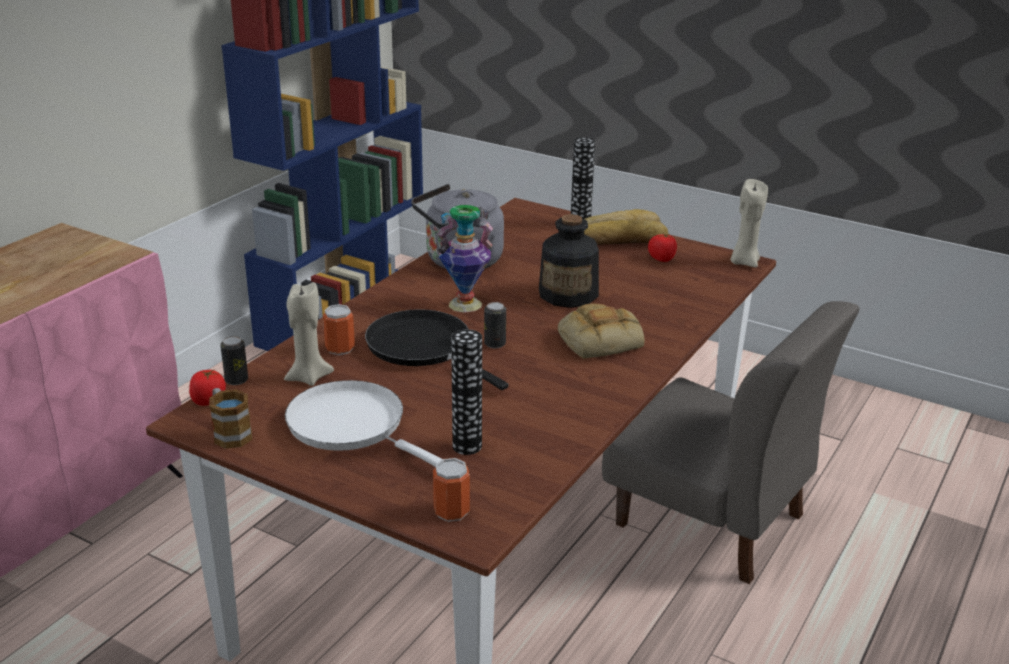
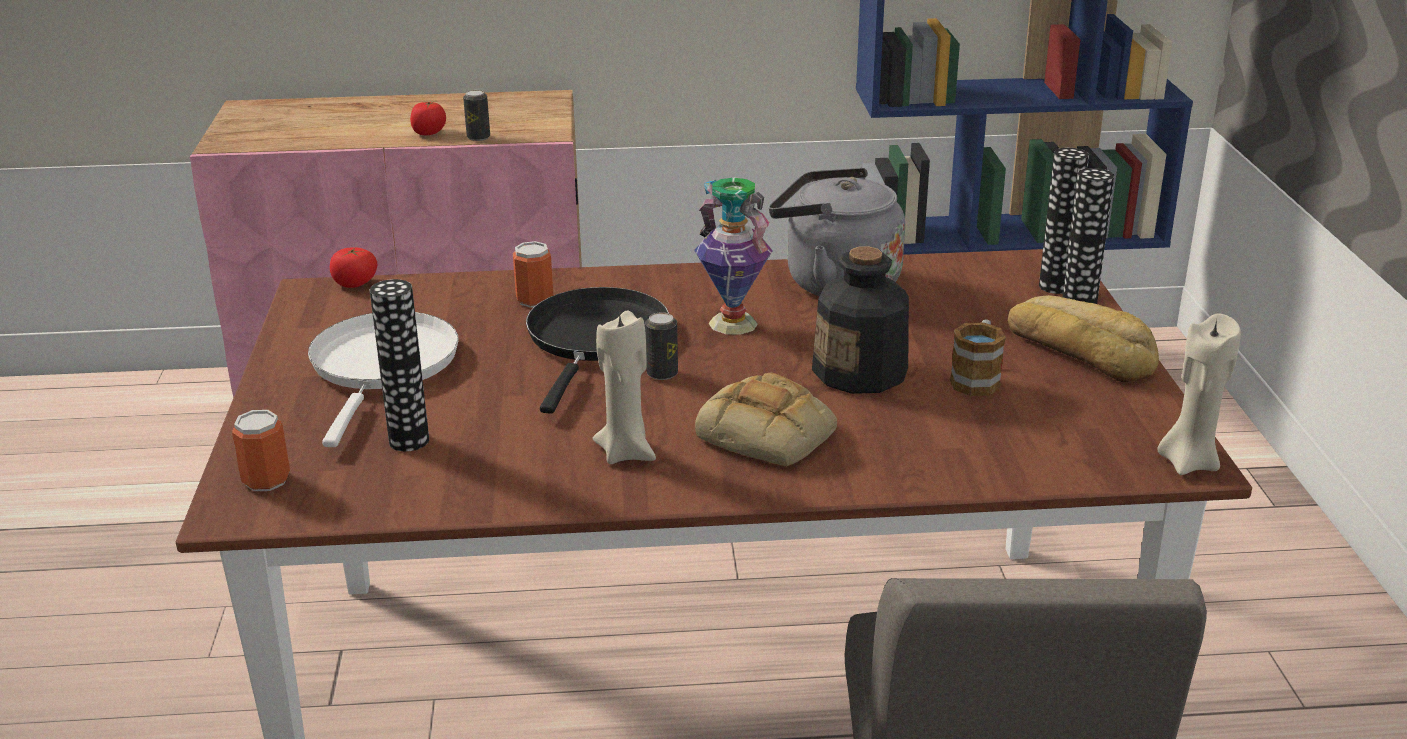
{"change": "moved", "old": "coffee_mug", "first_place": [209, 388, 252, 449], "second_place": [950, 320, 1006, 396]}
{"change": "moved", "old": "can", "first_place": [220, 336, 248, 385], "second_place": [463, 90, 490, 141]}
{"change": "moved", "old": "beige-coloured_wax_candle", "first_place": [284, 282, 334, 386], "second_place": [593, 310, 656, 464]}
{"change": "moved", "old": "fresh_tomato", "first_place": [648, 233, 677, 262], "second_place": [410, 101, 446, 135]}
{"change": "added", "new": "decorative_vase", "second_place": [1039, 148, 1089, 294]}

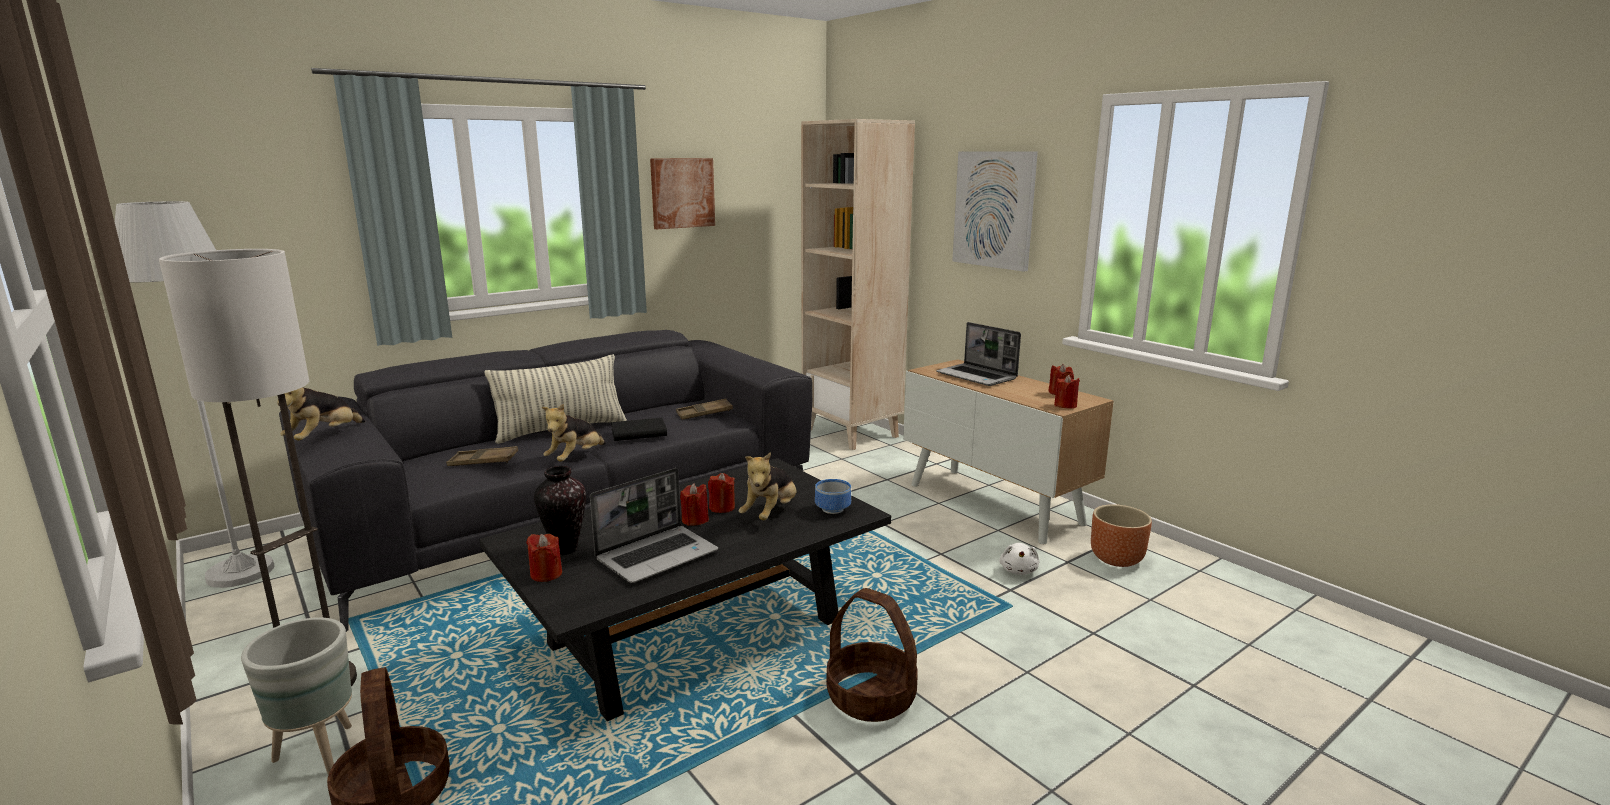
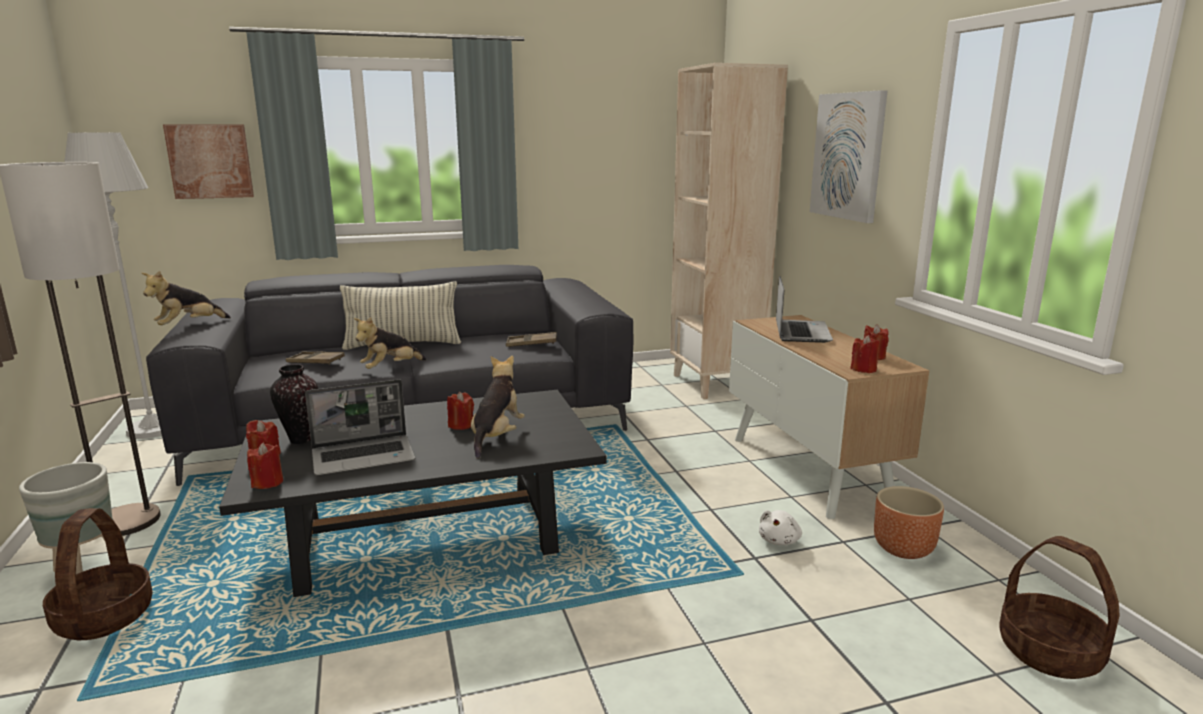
{"change": "removed", "old": "black_bound_book", "first_place": [611, 418, 667, 441]}
{"change": "moved", "old": "wall_art", "first_place": [650, 158, 715, 229], "second_place": [163, 124, 254, 199]}
{"change": "moved", "old": "reddish_wax_candle", "first_place": [680, 483, 709, 526], "second_place": [247, 442, 283, 489]}
{"change": "turned", "old": "cuddly_toy", "first_place": [739, 452, 796, 520], "second_place": [471, 356, 525, 459], "degrees": 150}
{"change": "removed", "old": "deep_dish", "first_place": [815, 479, 851, 514]}
{"change": "moved", "old": "storage_basket", "first_place": [827, 588, 918, 722], "second_place": [1000, 536, 1120, 679]}
{"change": "turned", "old": "laptop", "first_place": [936, 322, 1021, 386], "second_place": [776, 276, 833, 343], "degrees": -150}

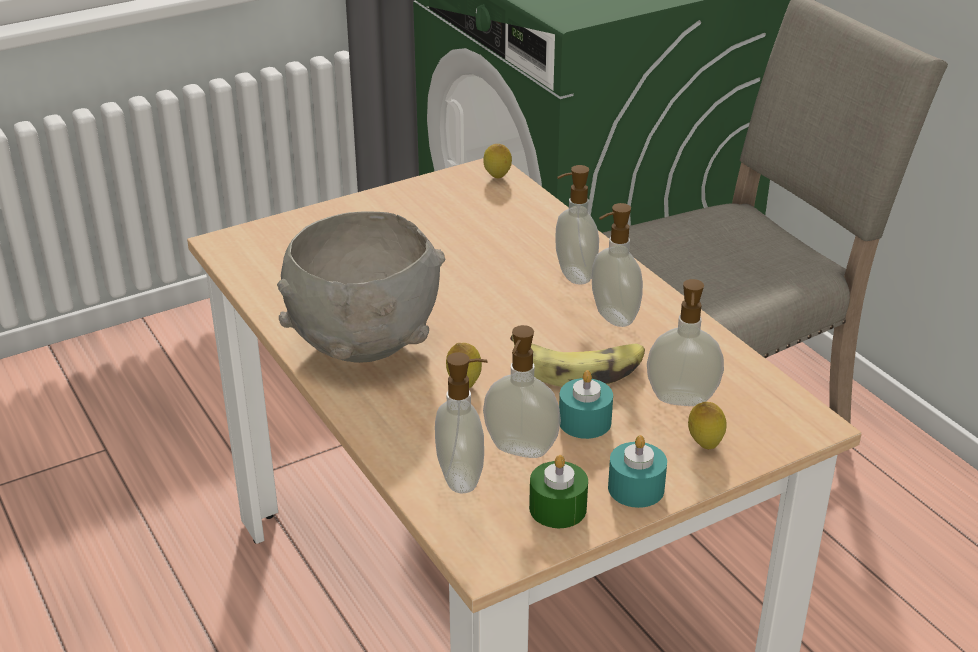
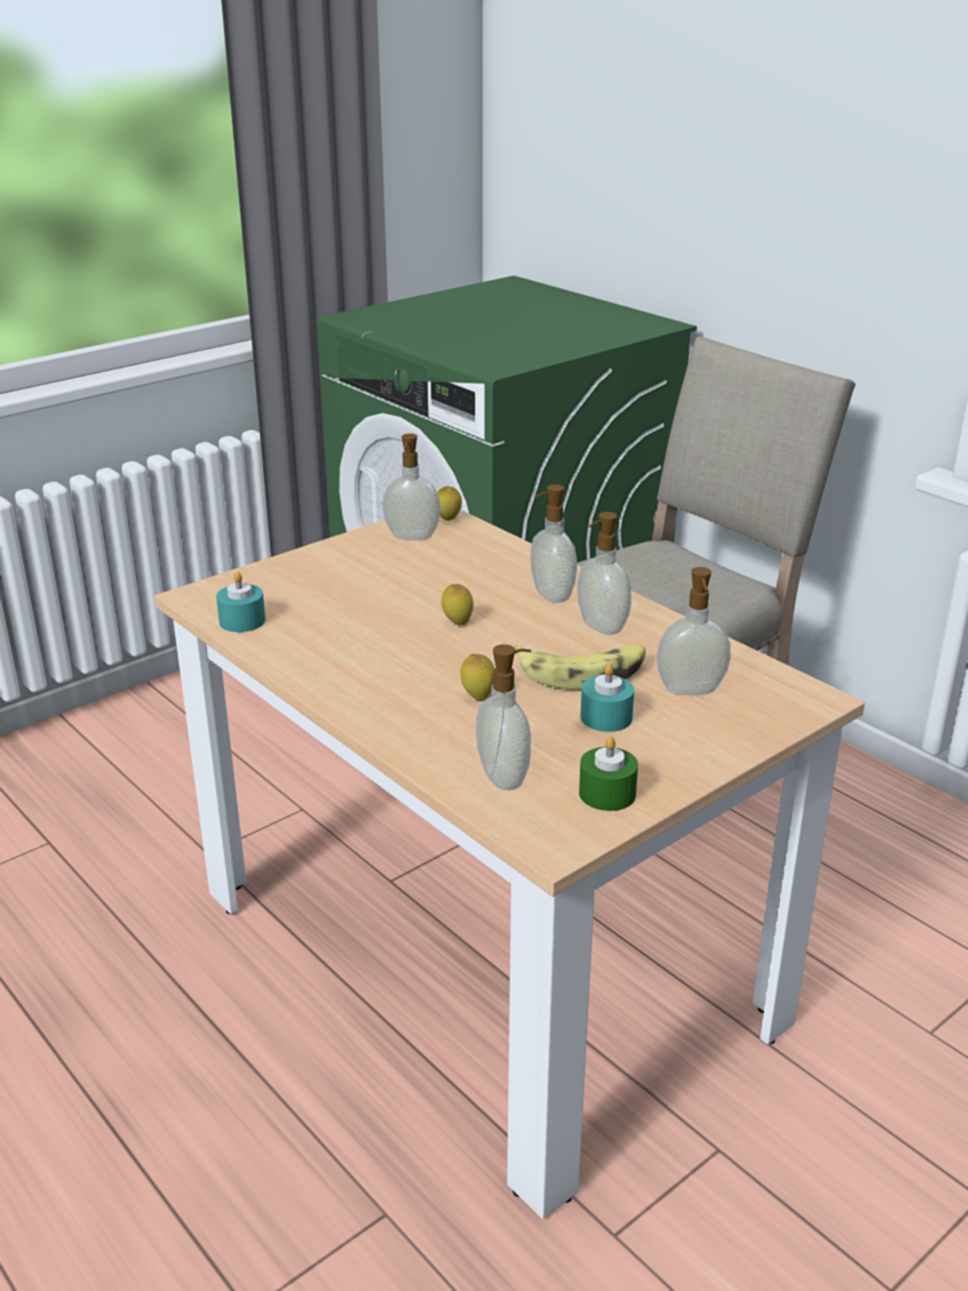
{"change": "removed", "old": "greyish_deep_dish", "first_place": [277, 211, 446, 363]}
{"change": "moved", "old": "soap_dispenser", "first_place": [483, 325, 561, 458], "second_place": [382, 433, 441, 540]}
{"change": "moved", "old": "blue-green_wax_candle", "first_place": [608, 435, 667, 508], "second_place": [216, 572, 265, 632]}
{"change": "moved", "old": "whole_lemon", "first_place": [688, 402, 727, 449], "second_place": [441, 584, 474, 625]}

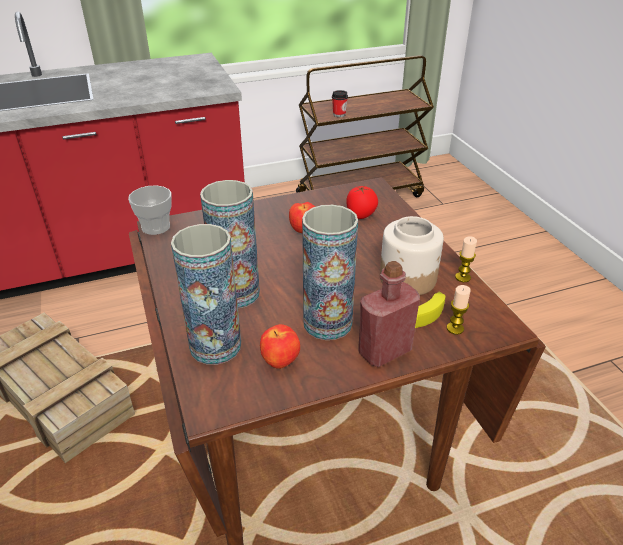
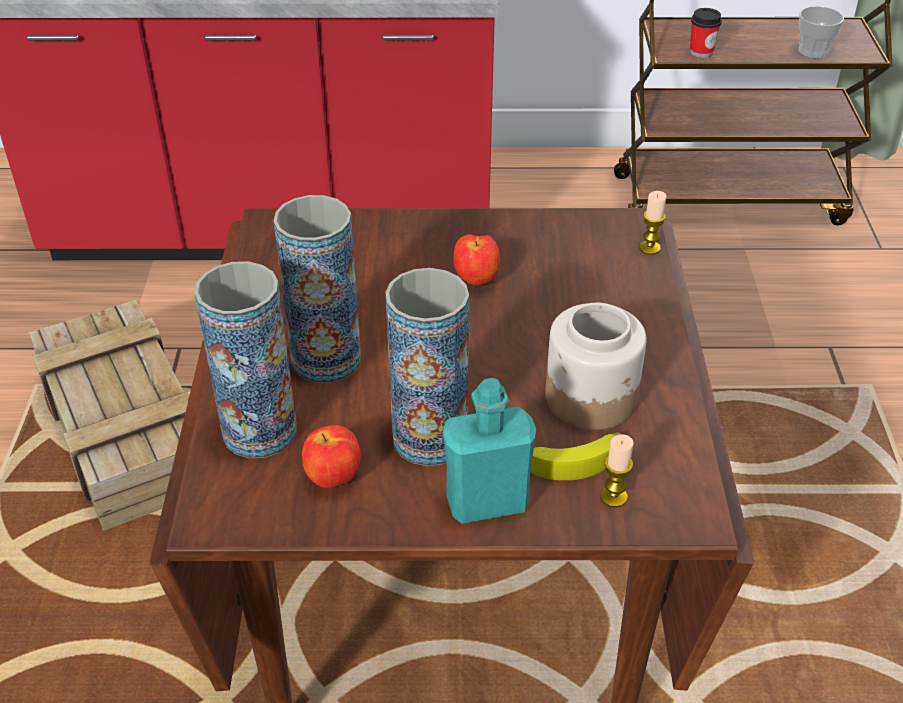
{"change": "moved", "old": "drinking_cup", "first_place": [128, 185, 172, 235], "second_place": [799, 6, 844, 58]}
{"change": "removed", "old": "fresh_tomato", "first_place": [346, 186, 378, 219]}
{"change": "recoloured", "old": "reddish_beverage_bottle", "new": "blue-green_beverage_bottle", "first_place": [358, 261, 420, 367], "second_place": [443, 378, 536, 524]}
{"change": "moved", "old": "wax_candle", "first_place": [455, 236, 477, 282], "second_place": [639, 191, 667, 255]}

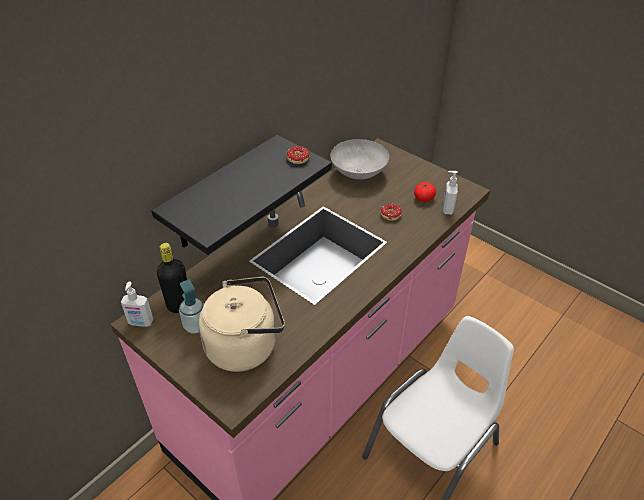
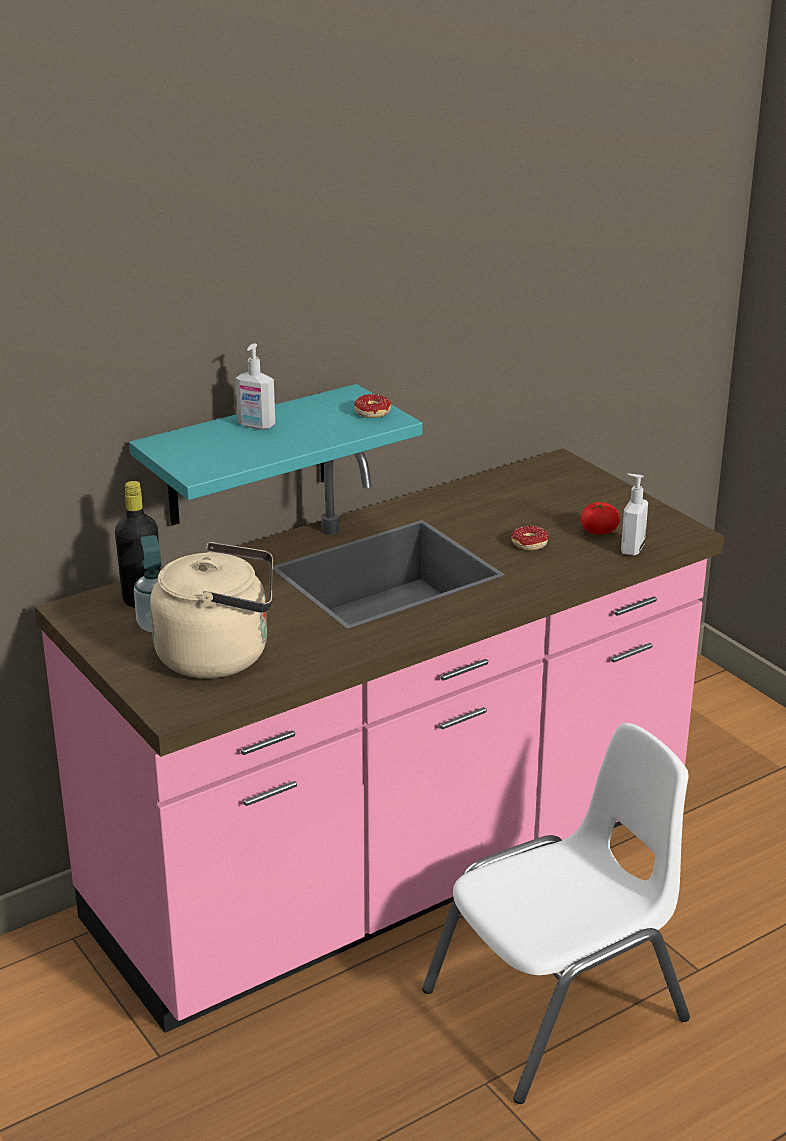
{"change": "moved", "old": "soap_dispenser", "first_place": [121, 281, 153, 327], "second_place": [236, 343, 275, 430]}
{"change": "recoloured", "old": "black_bracket_shelf", "new": "blue-green_bracket_shelf", "first_place": [151, 135, 332, 255], "second_place": [129, 384, 423, 526]}
{"change": "removed", "old": "greyish_deep_dish", "first_place": [330, 139, 389, 179]}

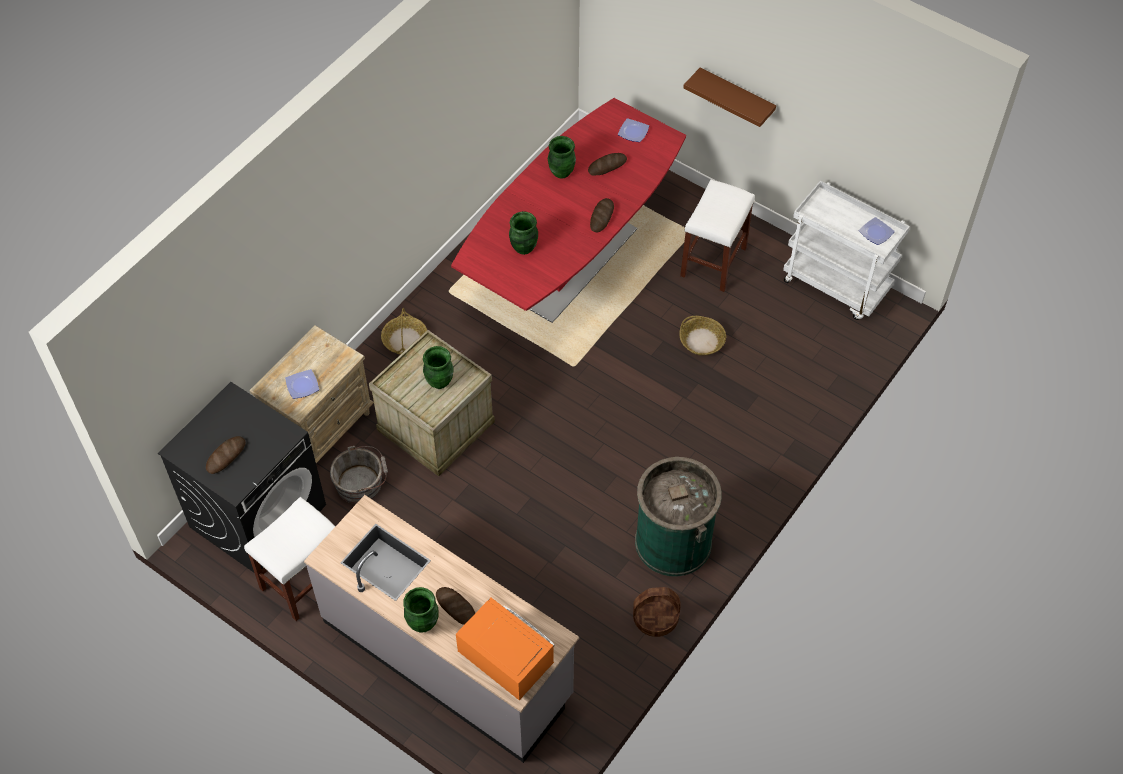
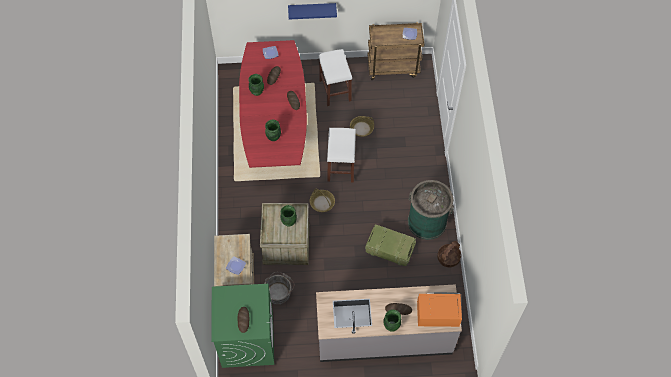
{"change": "recoloured", "old": "black_washing_machine", "new": "green-coloured_washing_machine", "first_place": [158, 382, 326, 572], "second_place": [211, 284, 274, 368]}
{"change": "moved", "old": "whitish_sitting_stool", "first_place": [244, 497, 336, 621], "second_place": [327, 128, 356, 183]}
{"change": "moved", "old": "storage_basket", "first_place": [381, 308, 427, 355], "second_place": [310, 189, 335, 212]}
{"change": "recoloured", "old": "brown-coloured_bracket_shelf", "new": "blue_bracket_shelf", "first_place": [683, 68, 776, 127], "second_place": [288, 3, 337, 19]}
{"change": "recoloured", "old": "whitish_cart", "new": "brown-coloured_cart", "first_place": [783, 180, 910, 320], "second_place": [367, 22, 424, 80]}
{"change": "added", "new": "packing_crate", "second_place": [365, 225, 416, 266]}

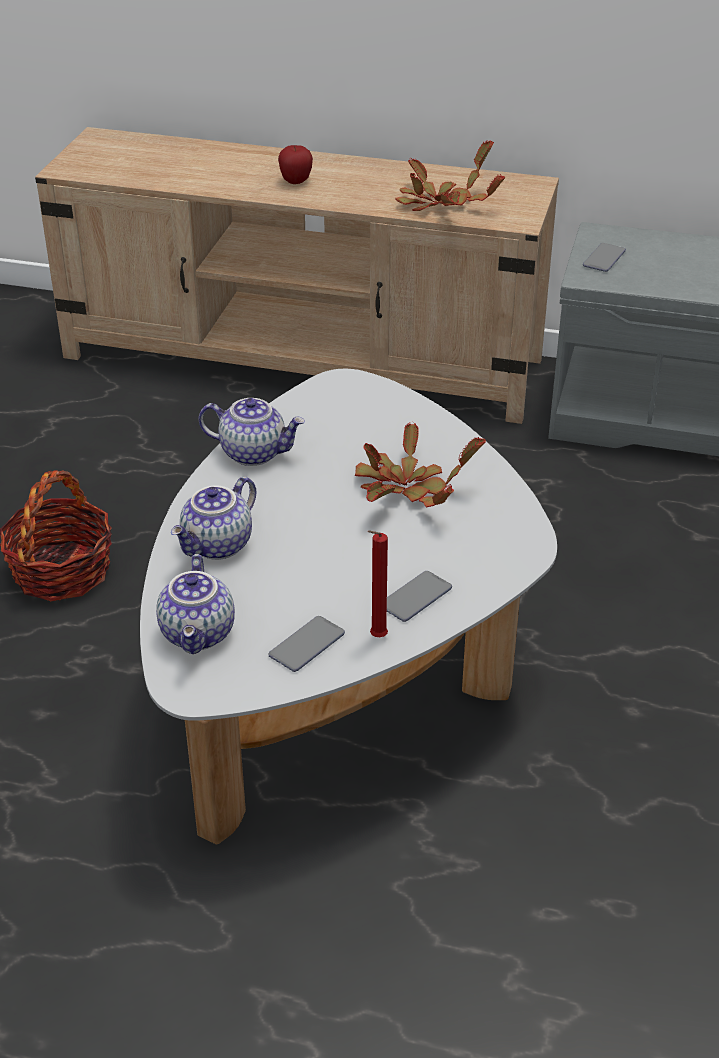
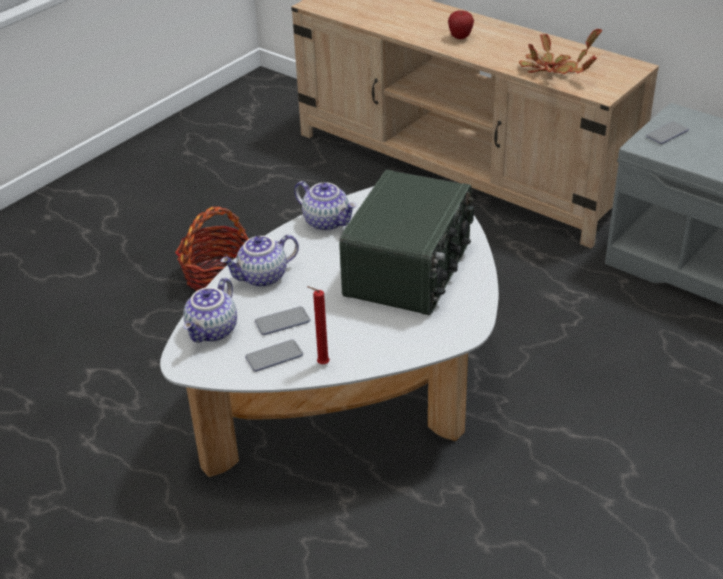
{"change": "replaced", "old": "potted_plant", "new": "radio_set", "first_place": [355, 422, 486, 508], "second_place": [339, 169, 474, 315]}
{"change": "moved", "old": "telephone", "first_place": [387, 571, 452, 622], "second_place": [255, 306, 310, 335]}

